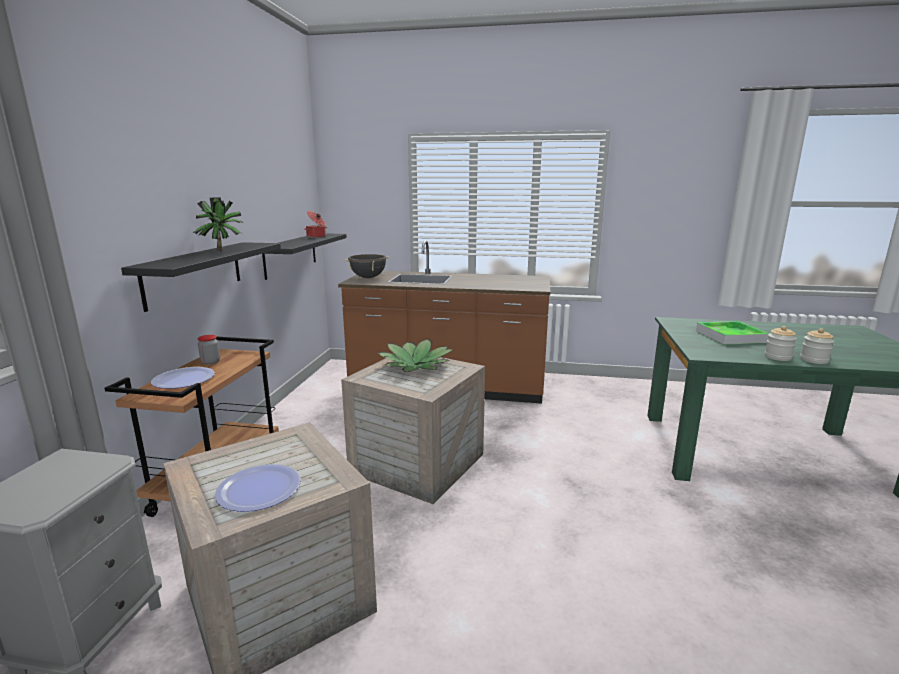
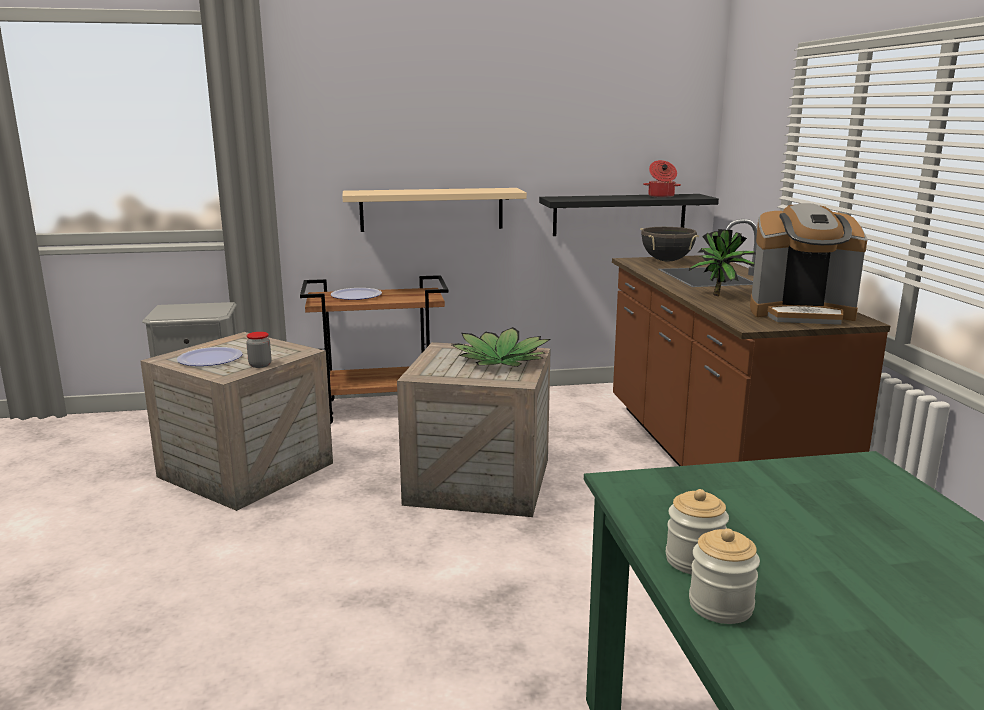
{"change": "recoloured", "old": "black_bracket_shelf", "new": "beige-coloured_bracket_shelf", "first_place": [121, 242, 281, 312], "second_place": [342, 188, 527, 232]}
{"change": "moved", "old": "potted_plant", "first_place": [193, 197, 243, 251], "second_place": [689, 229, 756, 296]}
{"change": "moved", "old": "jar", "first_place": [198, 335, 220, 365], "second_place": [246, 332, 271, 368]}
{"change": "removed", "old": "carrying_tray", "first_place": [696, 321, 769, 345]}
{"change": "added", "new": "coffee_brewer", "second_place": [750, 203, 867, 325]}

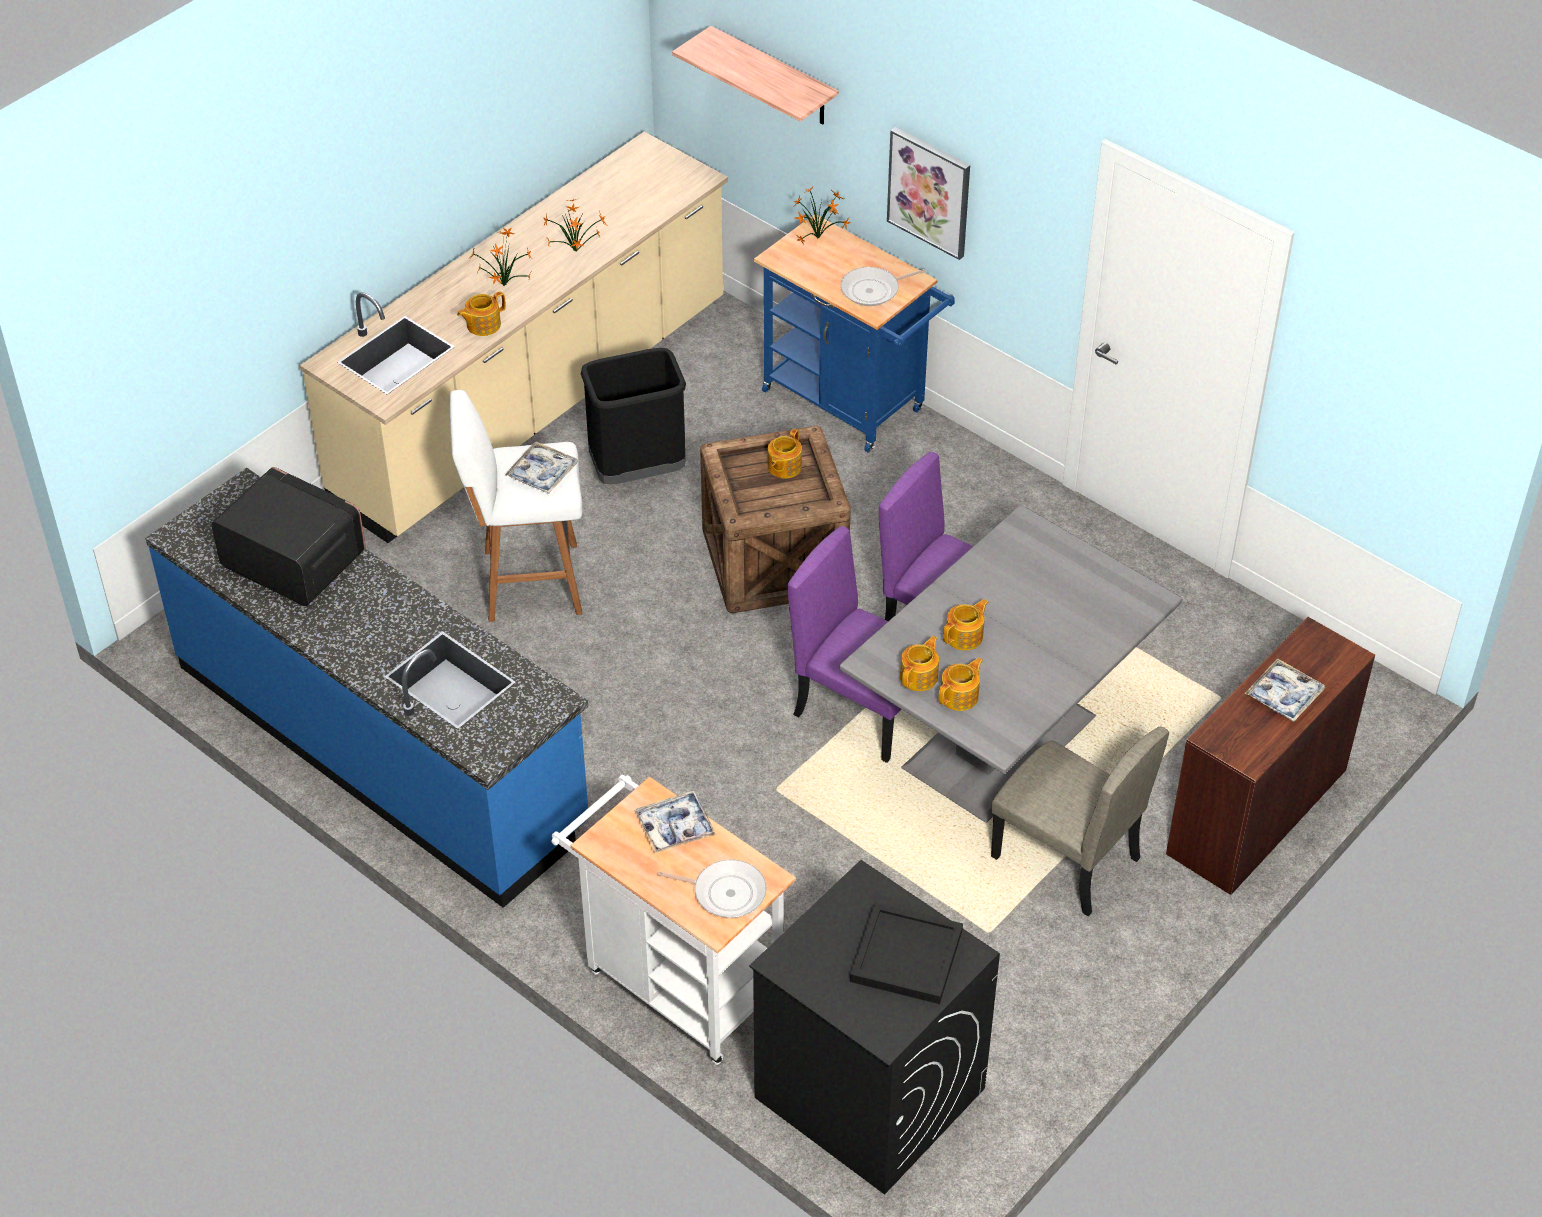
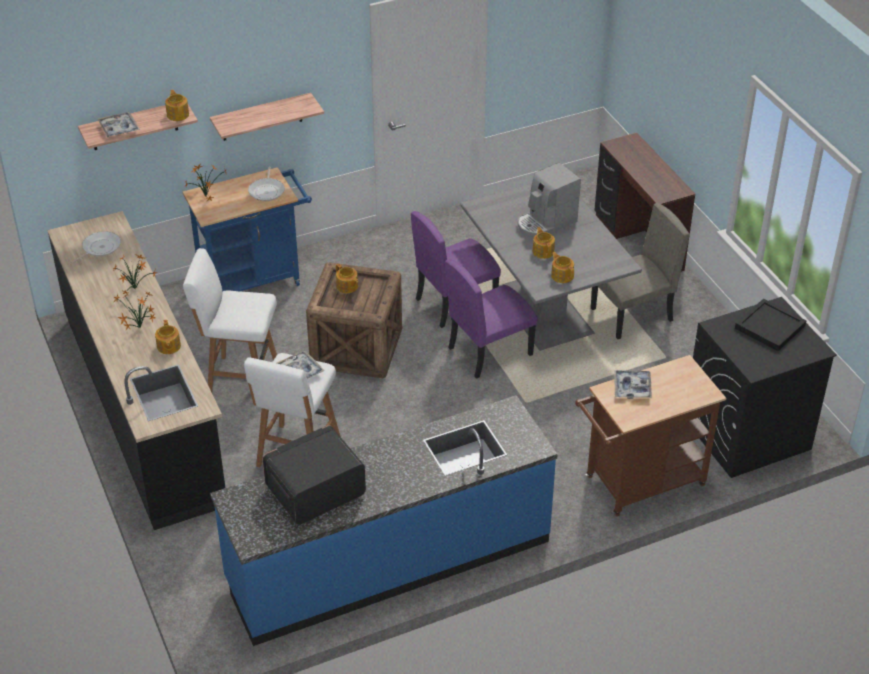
{"change": "recoloured", "old": "beige-coloured_kitchen_base_unit", "new": "black_kitchen_base_unit", "first_place": [300, 132, 728, 543], "second_place": [47, 211, 225, 530]}
{"change": "recoloured", "old": "whitish_cart", "new": "brown-coloured_cart", "first_place": [551, 774, 796, 1065], "second_place": [575, 355, 726, 516]}
{"change": "replaced", "old": "black_rubbish_bin", "new": "whitish_sitting_stool", "first_place": [581, 348, 686, 484], "second_place": [183, 248, 277, 392]}
{"change": "moved", "old": "skillet", "first_place": [657, 859, 767, 918], "second_place": [69, 231, 121, 265]}
{"change": "replaced", "old": "wall_art", "new": "bracket_shelf", "first_place": [887, 127, 970, 260], "second_place": [210, 93, 324, 141]}
{"change": "moved", "old": "pot_for_tea", "first_place": [938, 658, 983, 711], "second_place": [165, 90, 189, 121]}
{"change": "moved", "old": "carrying_tray", "first_place": [1245, 659, 1325, 722], "second_place": [97, 112, 140, 138]}
{"change": "added", "new": "coffee_brewer", "second_place": [518, 162, 581, 238]}

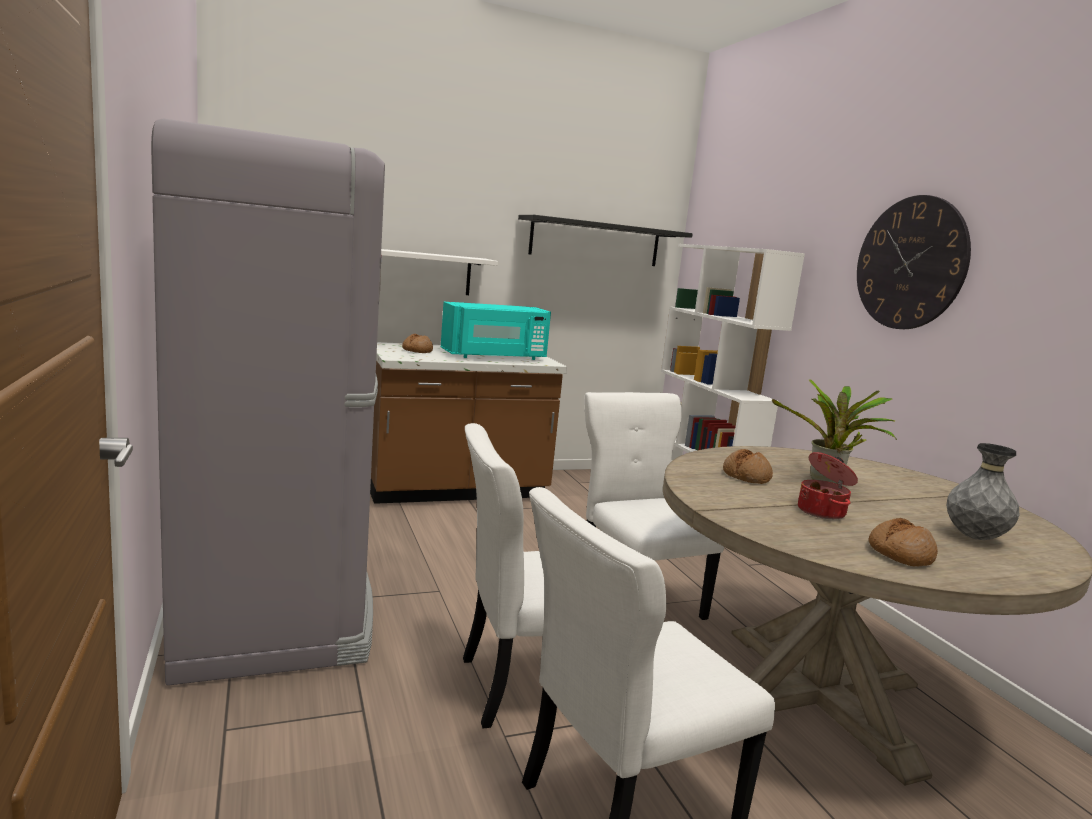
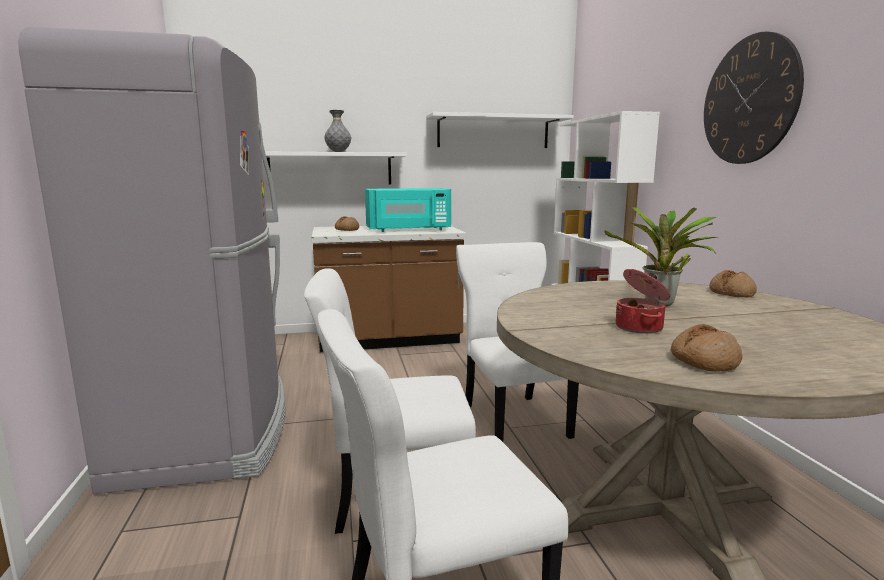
{"change": "recoloured", "old": "black_bracket_shelf", "new": "whitish_bracket_shelf", "first_place": [518, 215, 693, 266], "second_place": [426, 112, 574, 148]}
{"change": "moved", "old": "baked_bread", "first_place": [723, 449, 773, 484], "second_place": [709, 270, 757, 297]}
{"change": "moved", "old": "greyish_decorative_vase", "first_place": [947, 443, 1019, 540], "second_place": [325, 110, 351, 152]}

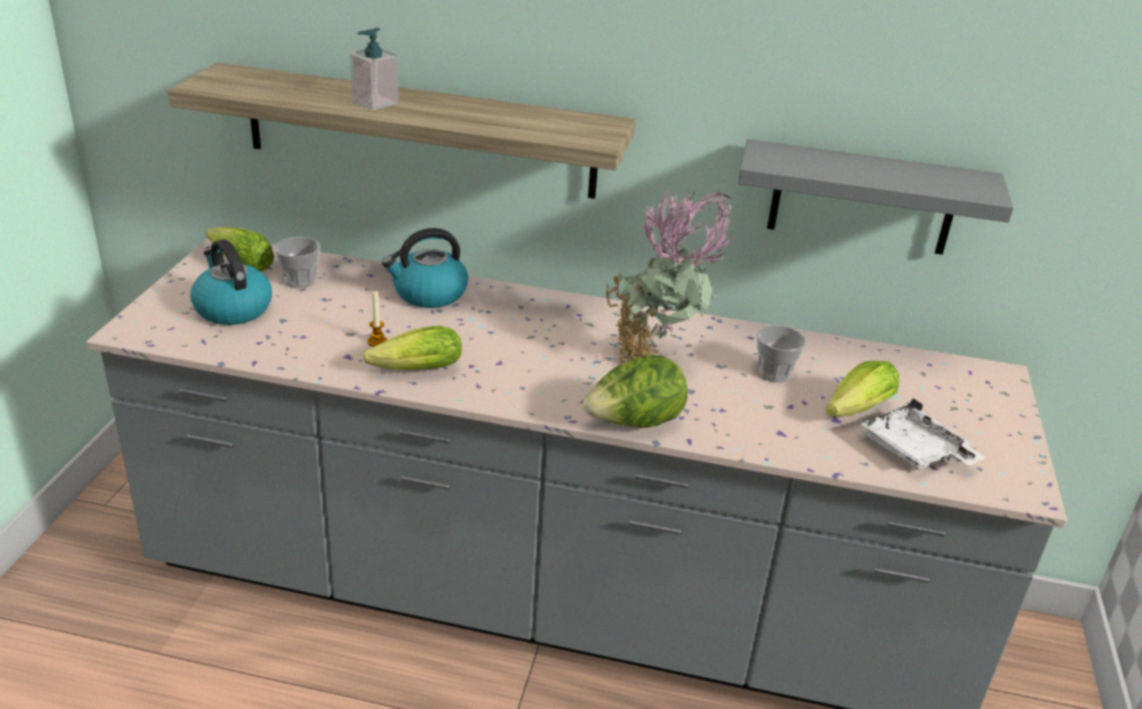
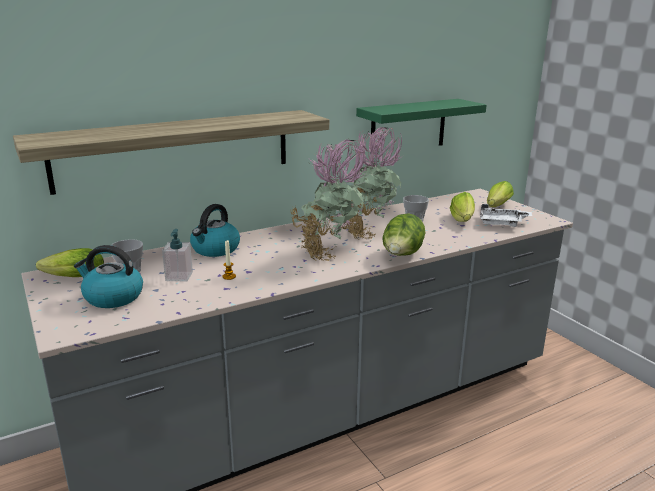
{"change": "moved", "old": "soap_dispenser", "first_place": [350, 28, 399, 110], "second_place": [162, 229, 193, 281]}
{"change": "moved", "old": "lettuce_head", "first_place": [363, 326, 462, 370], "second_place": [487, 181, 514, 207]}
{"change": "recoloured", "old": "greyish_bracket_shelf", "new": "green-coloured_bracket_shelf", "first_place": [738, 139, 1014, 255], "second_place": [356, 99, 487, 146]}
{"change": "added", "new": "potted_plant", "second_place": [290, 139, 367, 262]}

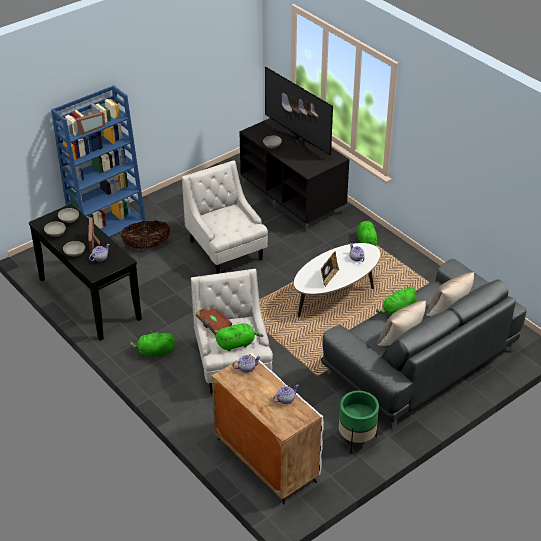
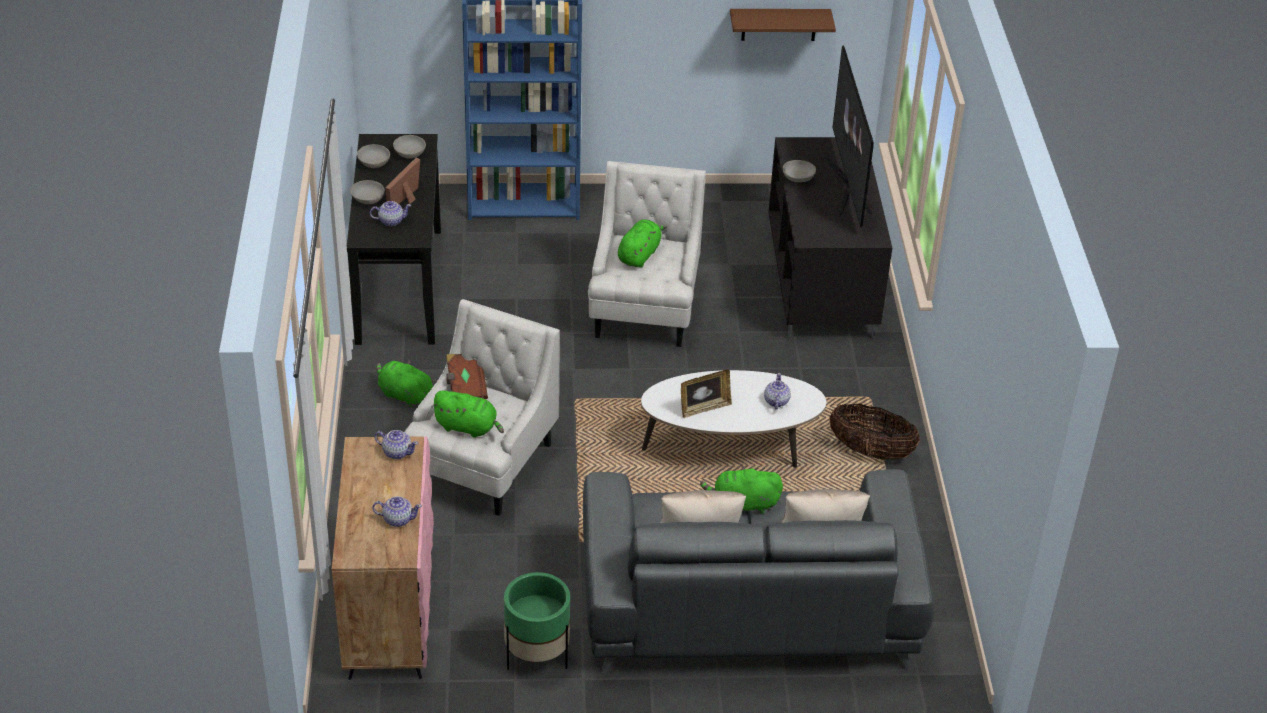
{"change": "removed", "old": "picture_frame", "first_place": [76, 112, 105, 135]}
{"change": "moved", "old": "storage_basket", "first_place": [121, 221, 171, 249], "second_place": [829, 404, 920, 460]}
{"change": "recoloured", "old": "whitish_cupboard", "new": "pinkish_cupboard", "first_place": [212, 353, 324, 504], "second_place": [332, 436, 434, 680]}
{"change": "moved", "old": "green-coloured_cuddly_toy", "first_place": [356, 221, 378, 246], "second_place": [618, 219, 667, 267]}
{"change": "added", "new": "brown-coloured_bracket_shelf", "second_place": [730, 9, 836, 41]}

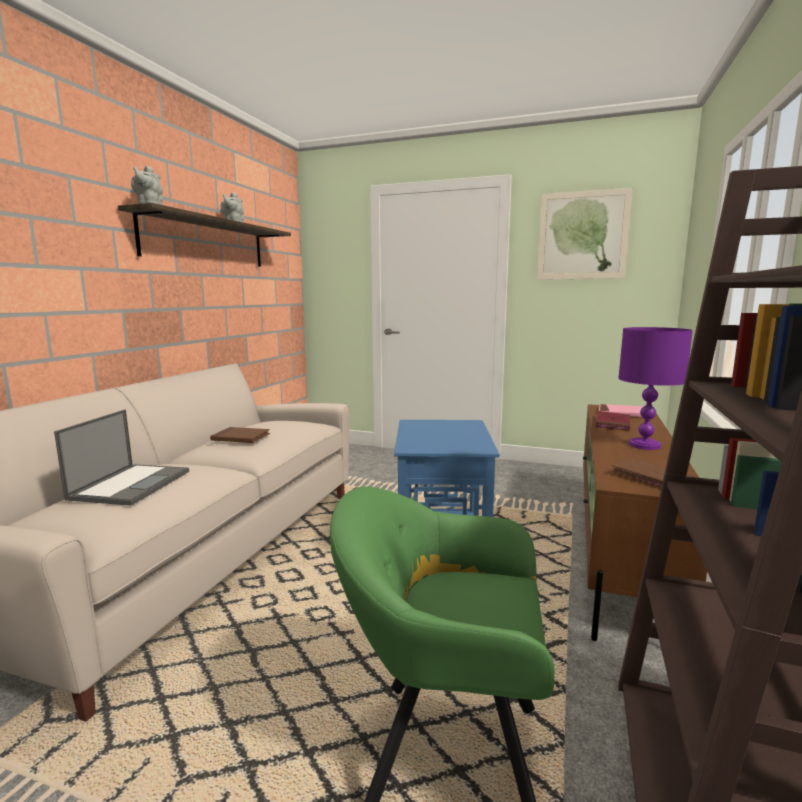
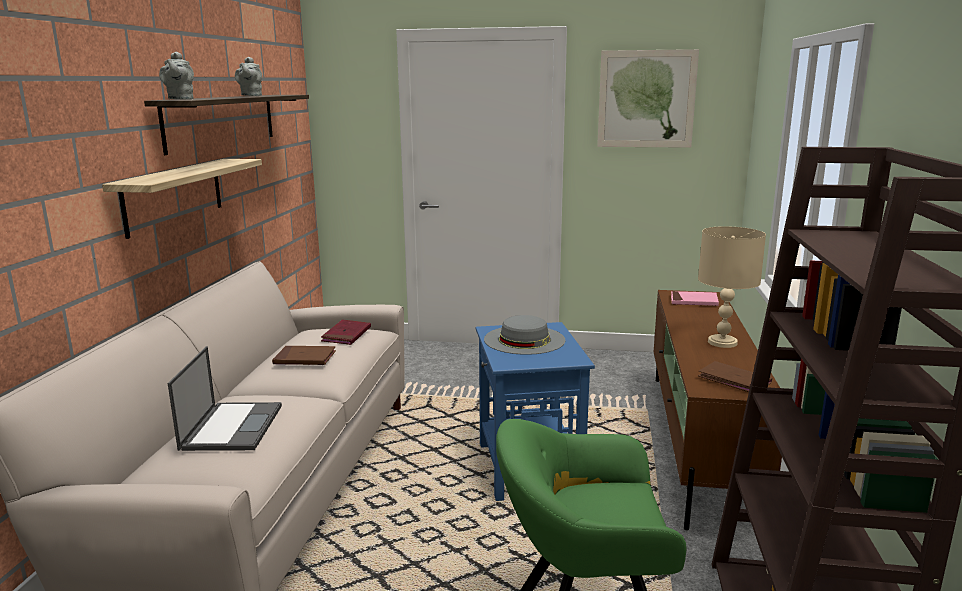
{"change": "moved", "old": "reddish_bound_book", "first_place": [595, 411, 630, 431], "second_place": [321, 319, 371, 345]}
{"change": "recoloured", "old": "purple-coloured_tabletop_lamp", "new": "beige-coloured_tabletop_lamp", "first_place": [618, 327, 693, 450], "second_place": [698, 226, 766, 348]}
{"change": "added", "new": "bracket_shelf", "second_place": [102, 159, 262, 239]}
{"change": "added", "new": "greyish_hat", "second_place": [484, 315, 565, 355]}

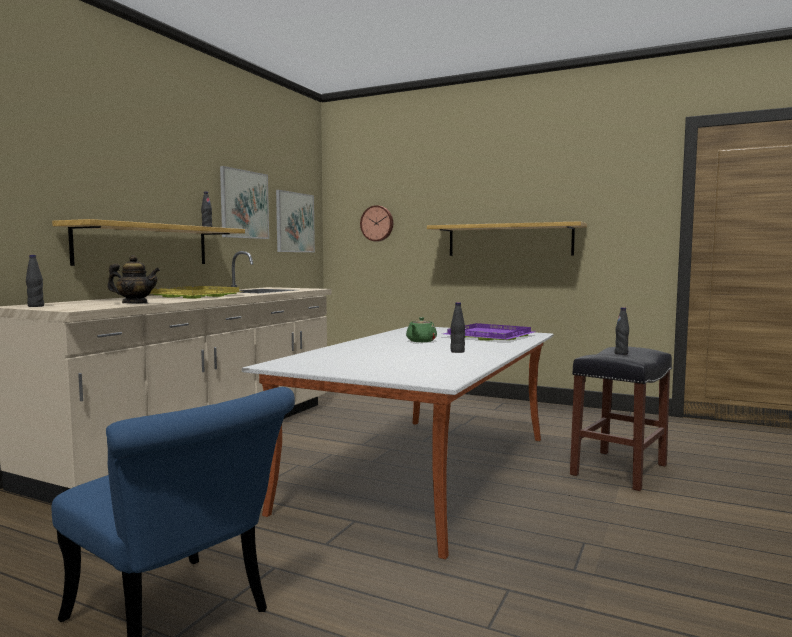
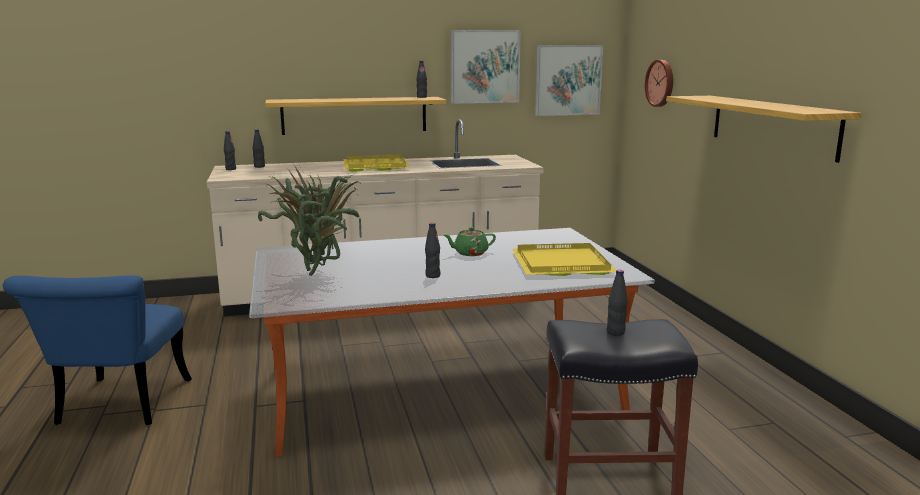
{"change": "removed", "old": "pot_for_tea", "first_place": [107, 255, 160, 303]}
{"change": "recoloured", "old": "purple-coloured_carrying_tray", "new": "yellowish_carrying_tray", "first_place": [443, 323, 534, 340], "second_place": [512, 243, 616, 276]}
{"change": "added", "new": "black_beverage_bottle", "second_place": [253, 129, 265, 168]}
{"change": "added", "new": "potted_plant", "second_place": [258, 165, 360, 276]}

